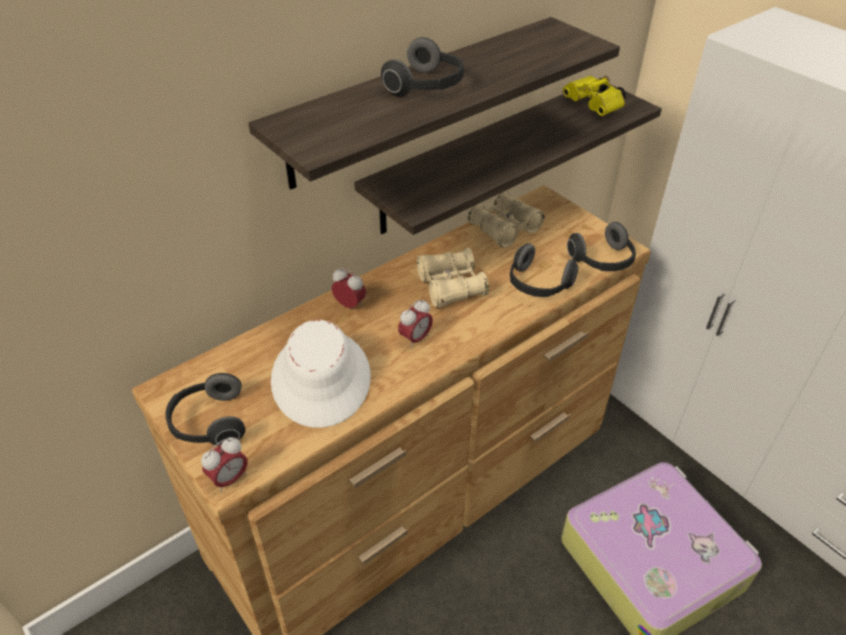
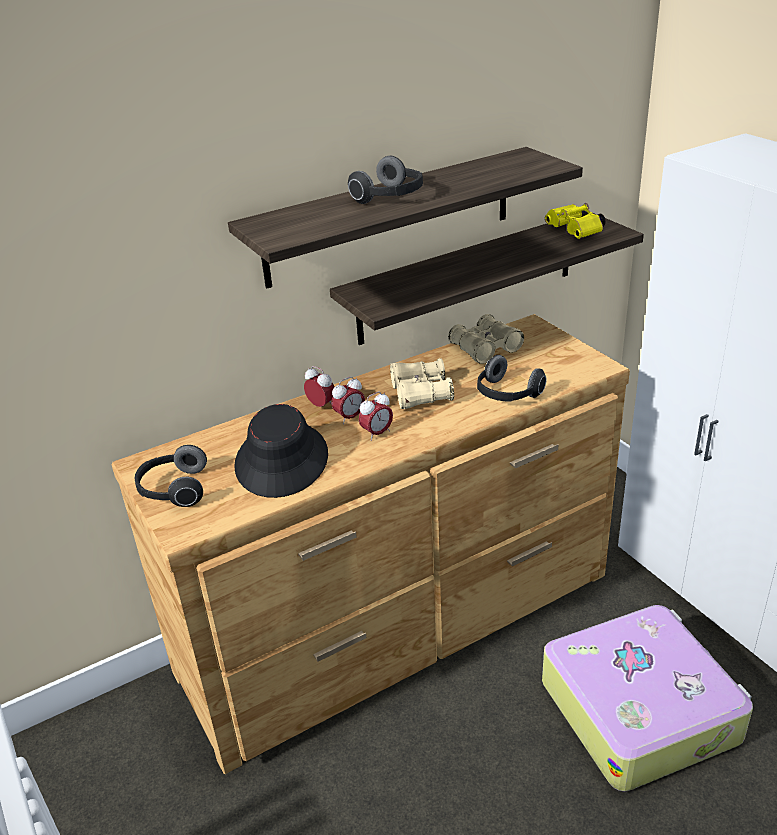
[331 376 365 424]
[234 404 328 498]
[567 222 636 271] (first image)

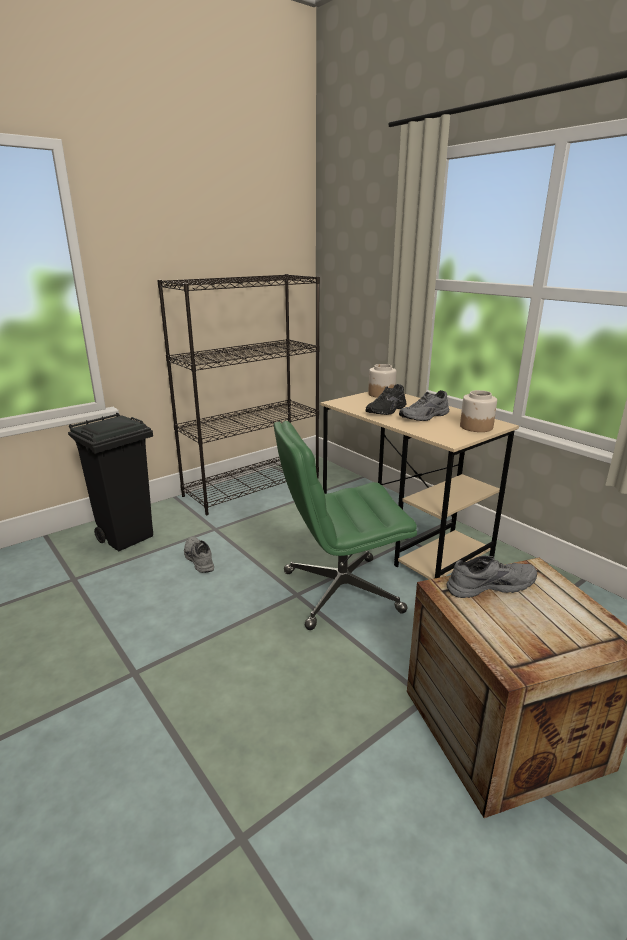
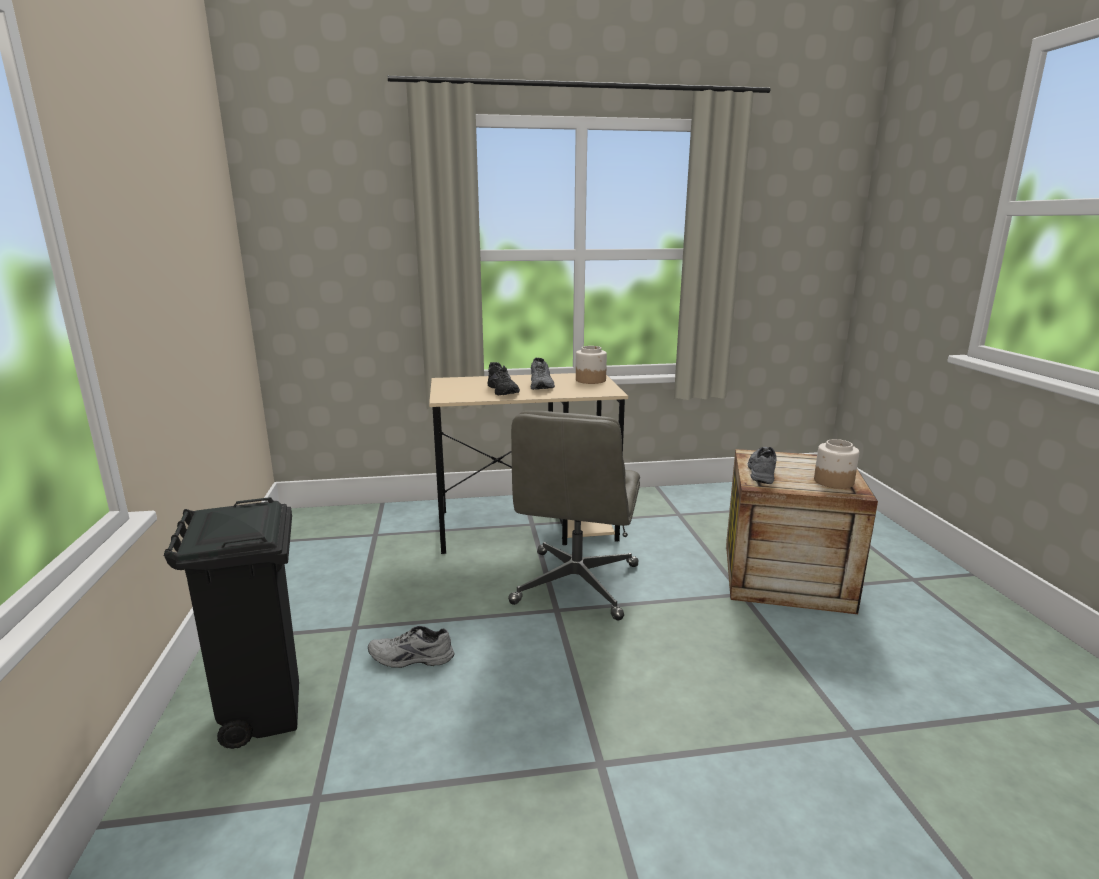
[157 274 320 516] (first image)
[508 411 640 621]
[814 439 859 489]

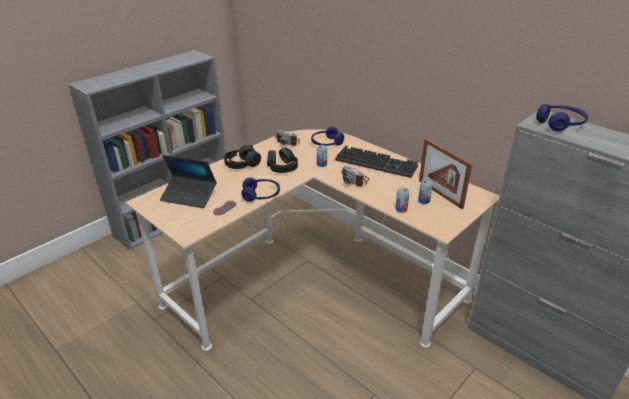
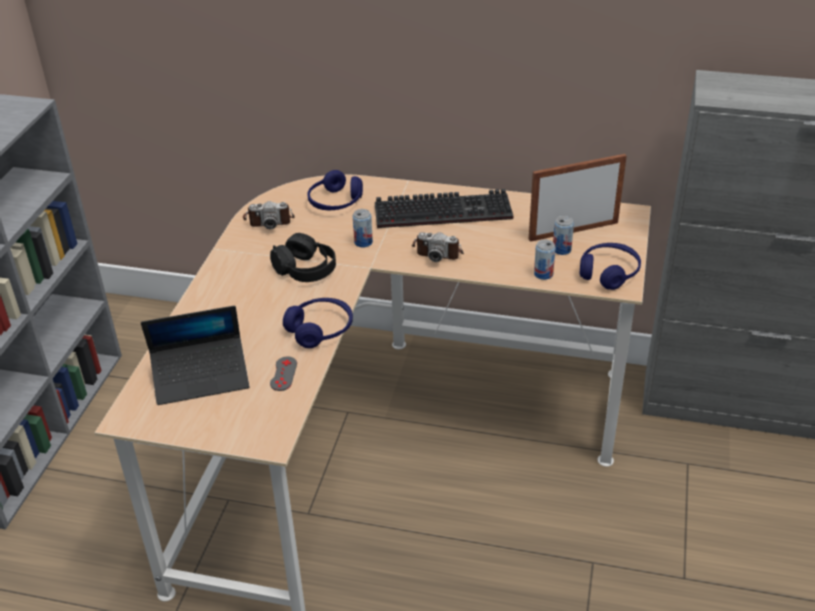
[224 145 261 169] (first image)
[529 154 627 242]
[580 243 641 290]

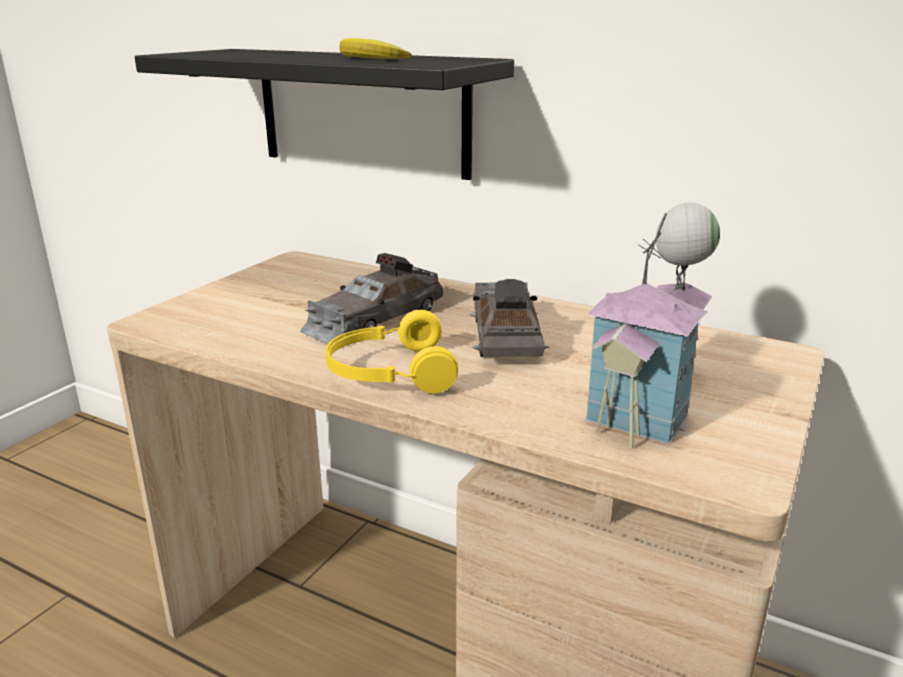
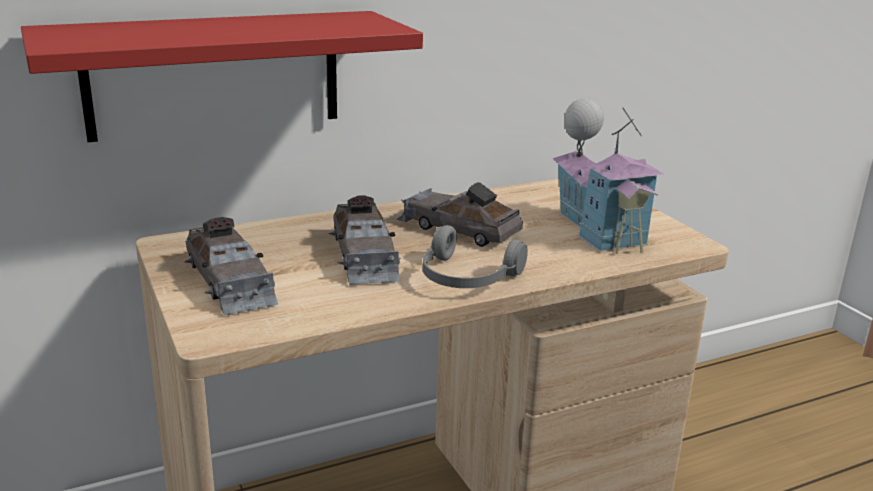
[21 11 423 142]
[423 225 528 288]
[340 38 412 59] (first image)
[184 217 278 315]

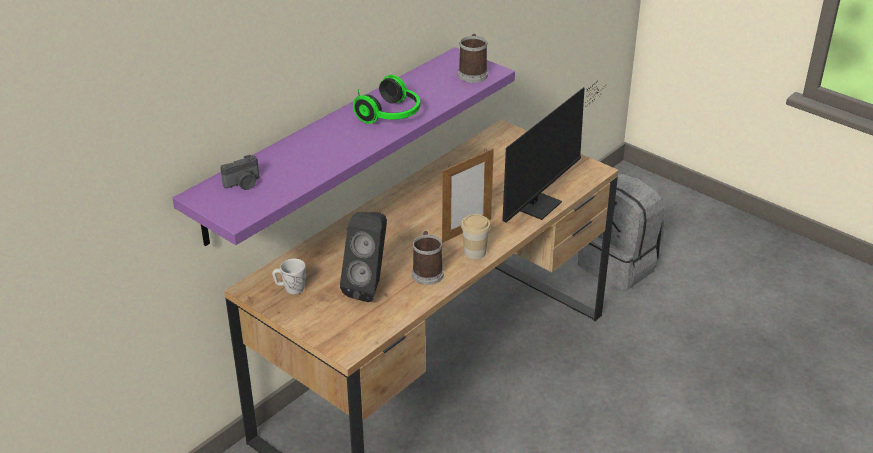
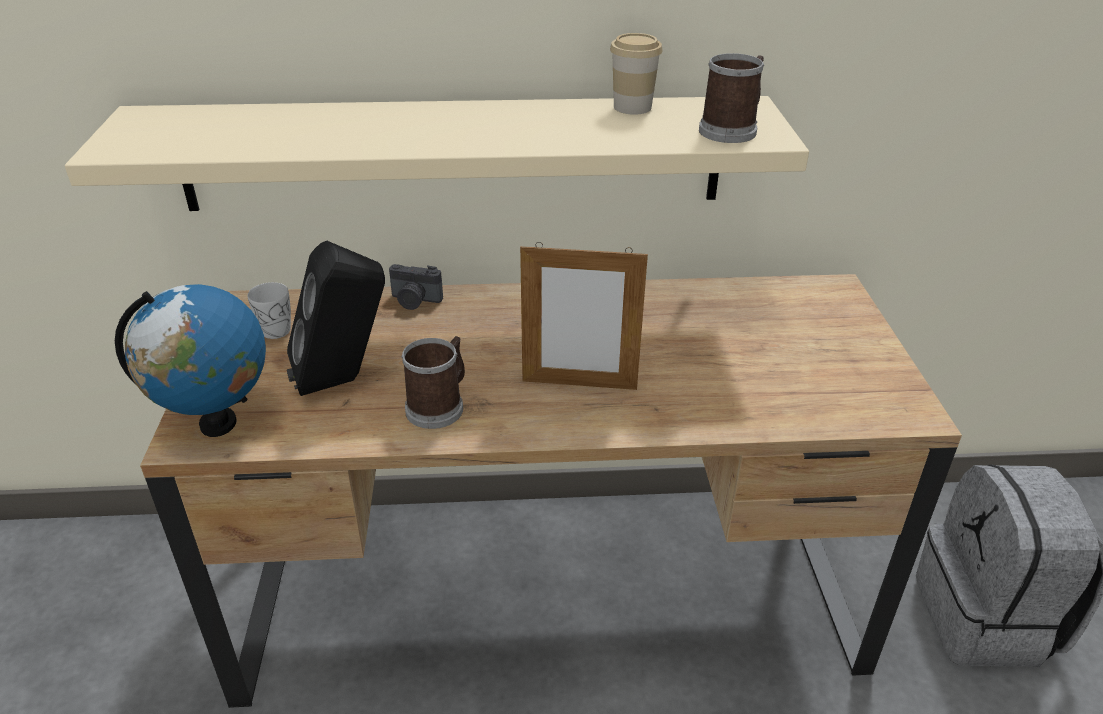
[65 96 809 211]
[389 264 443 310]
[353 75 420 124] (first image)
[610 33 662 115]
[502 81 602 223] (first image)
[115 284 266 437]

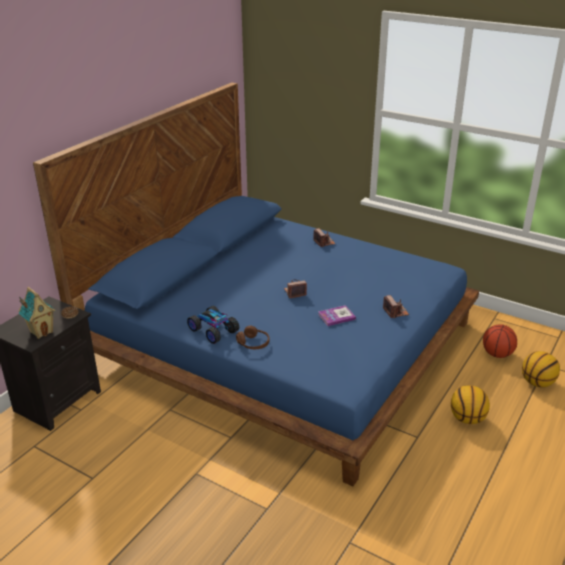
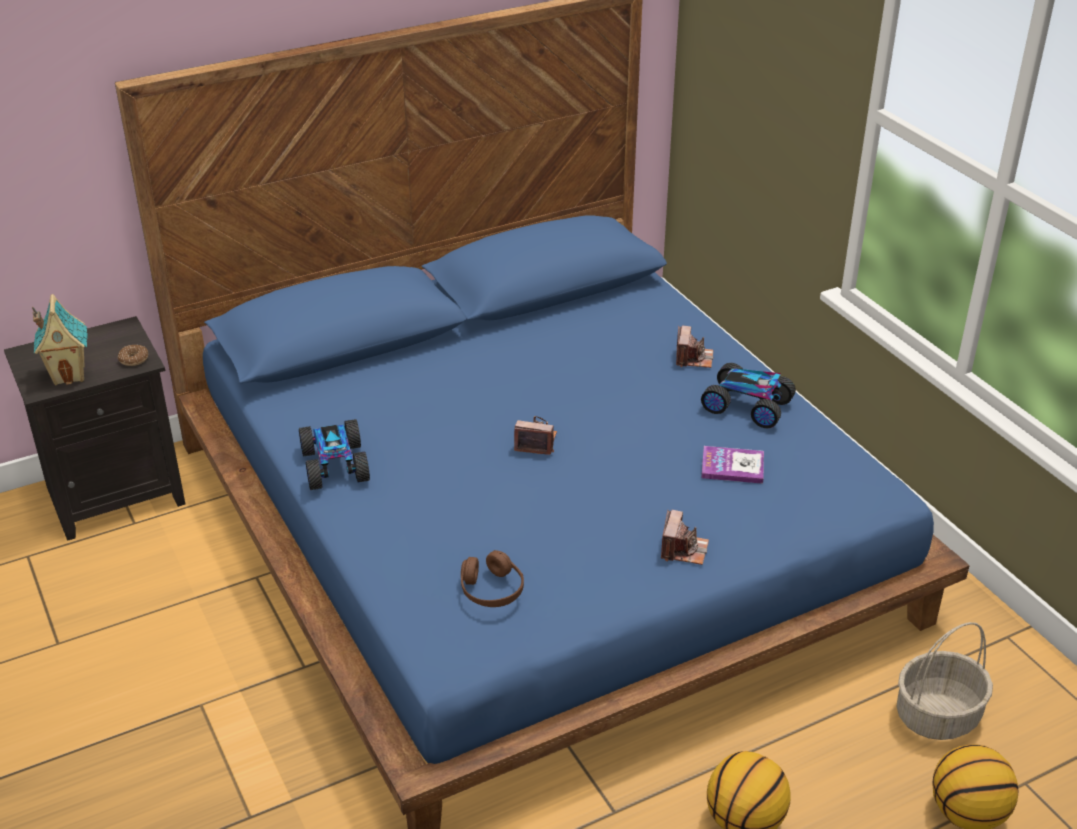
[461 550 524 607]
[701 446 764 484]
[897 622 993 740]
[701 363 796 428]

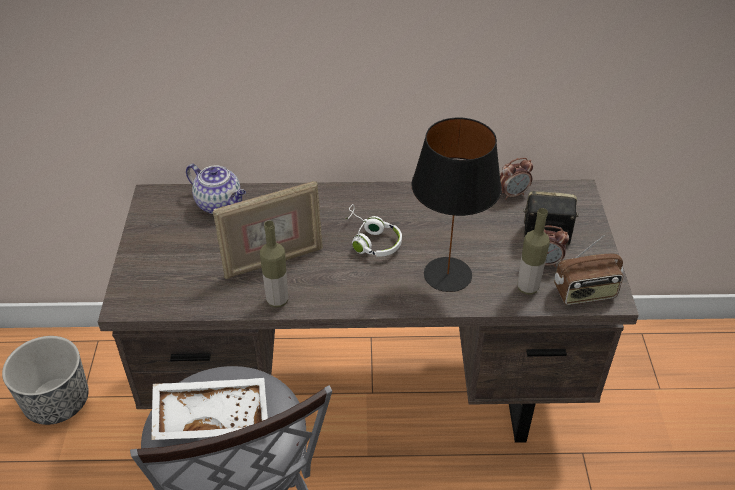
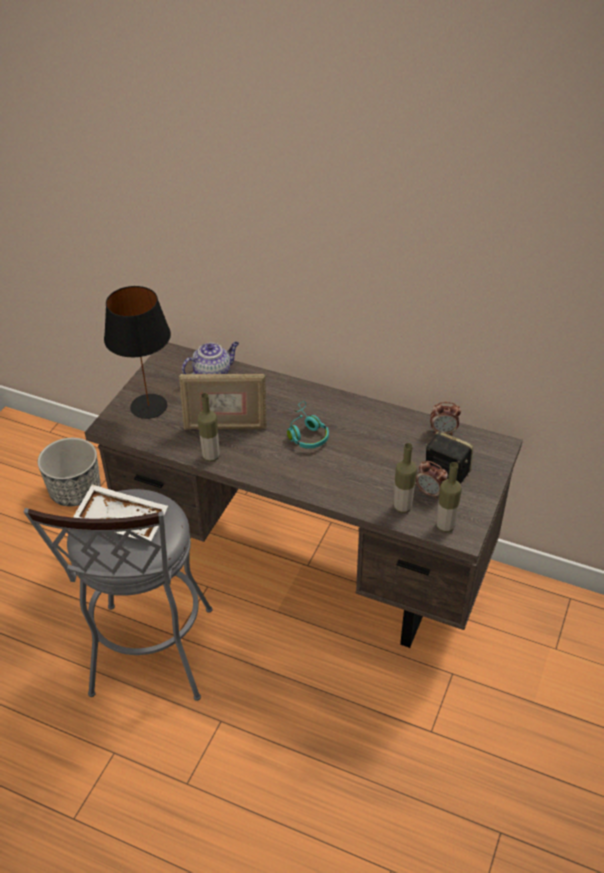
[182 342 239 374]
[287 401 329 449]
[104 286 171 419]
[436 462 462 532]

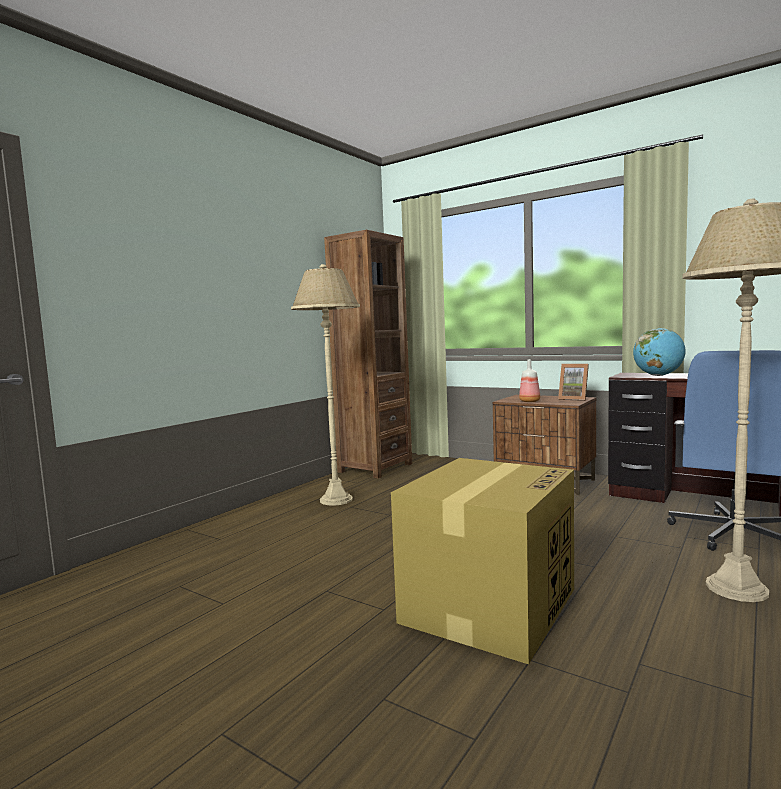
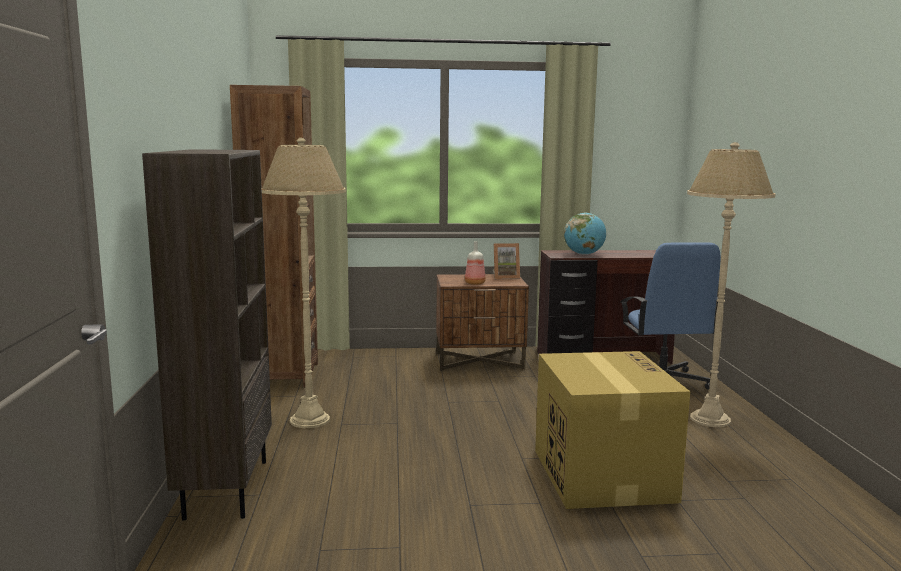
[142 149 272 521]

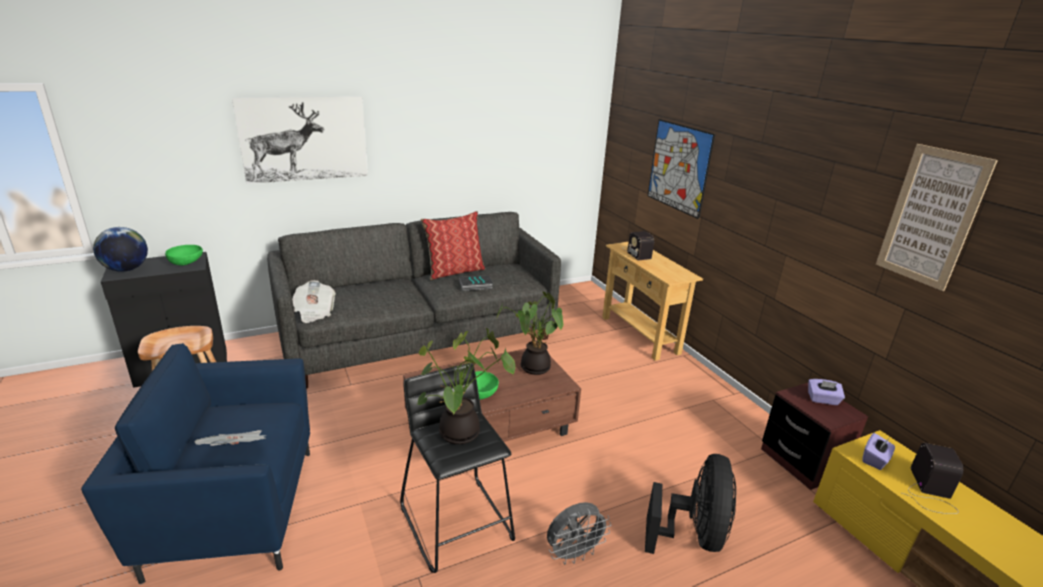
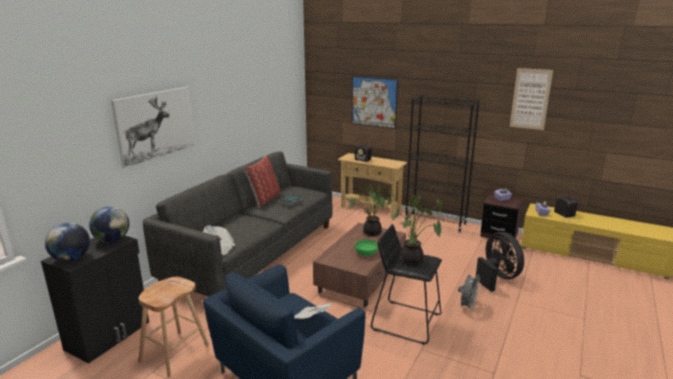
[89 206 129 243]
[405 95 480 232]

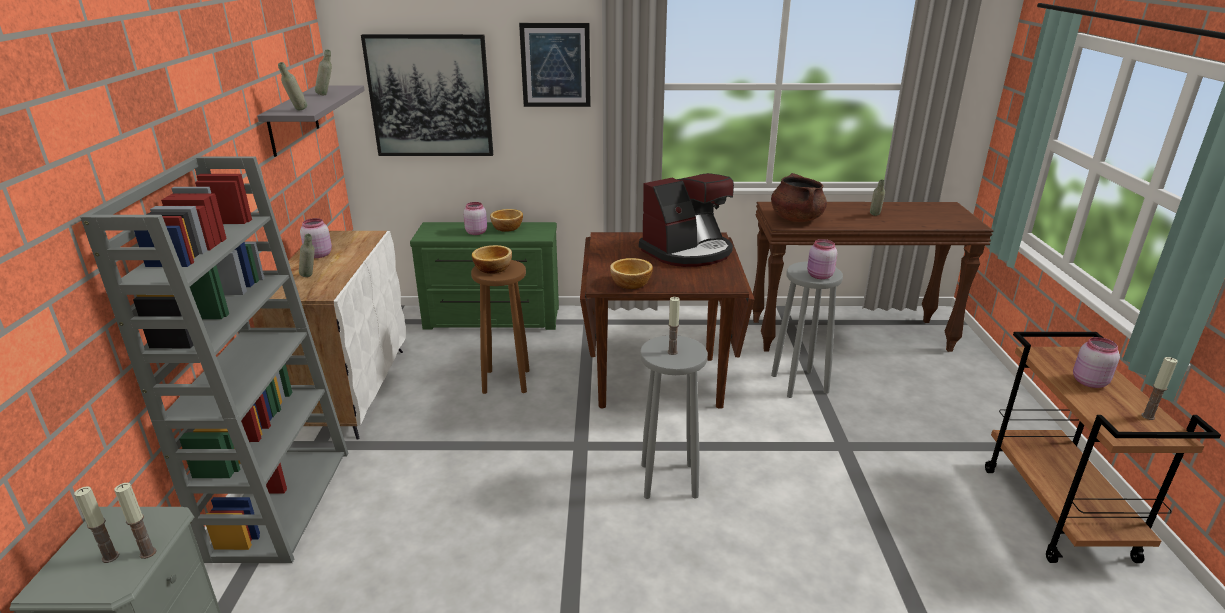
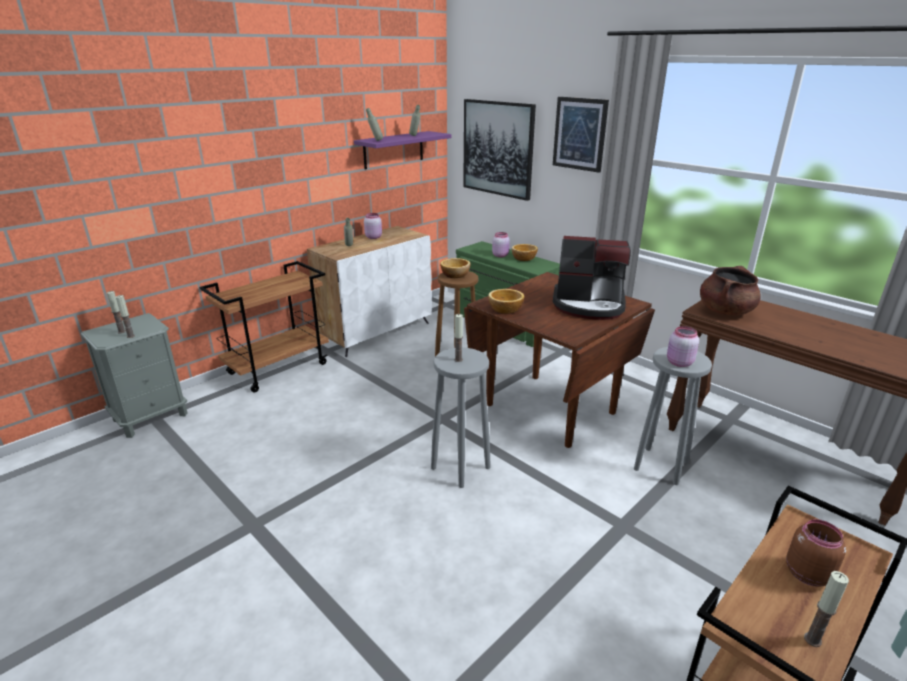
[199 261 329 393]
[354 131 452 169]
[870 179 885 216] (first image)
[786 519 846 587]

